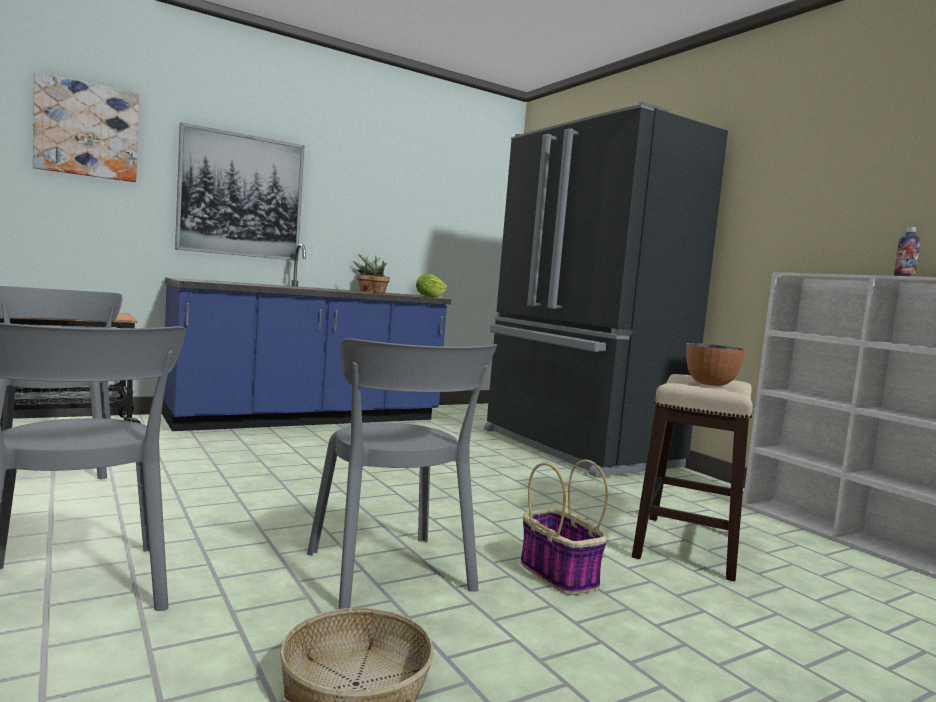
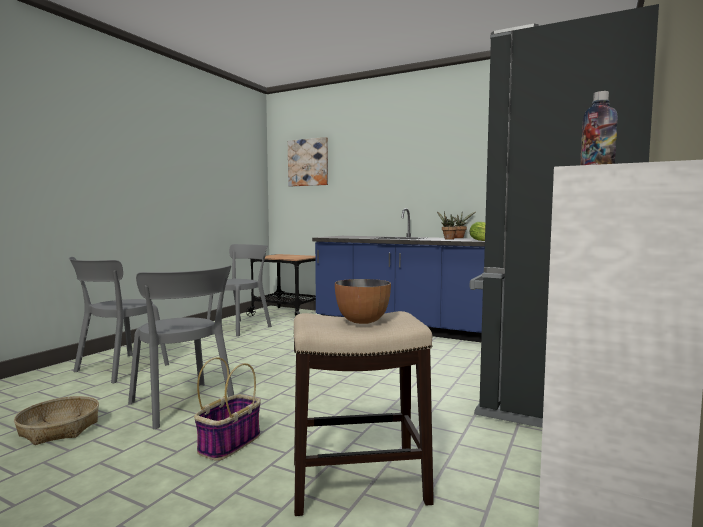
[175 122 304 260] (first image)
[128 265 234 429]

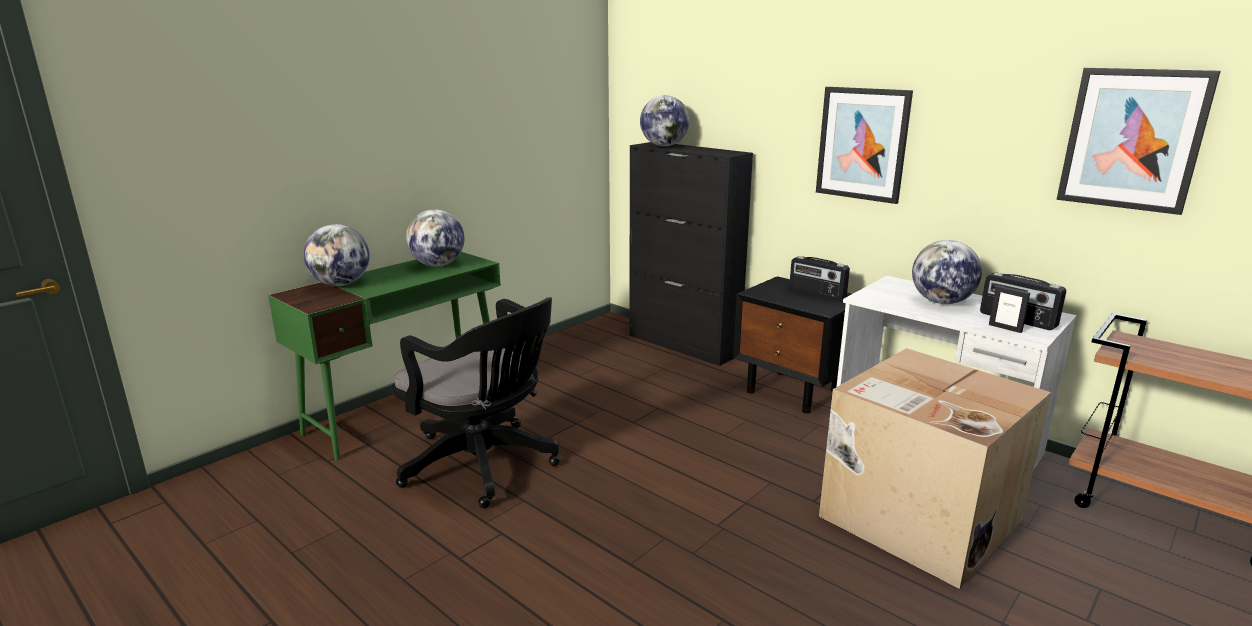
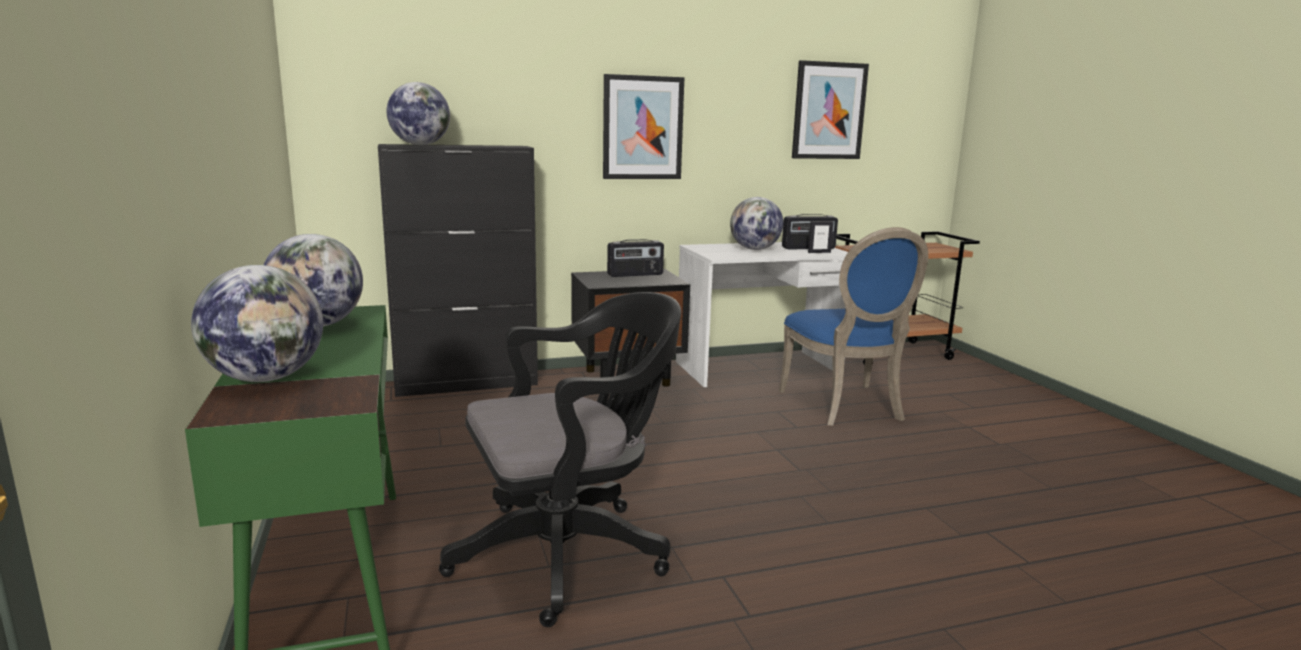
[779 227 928 426]

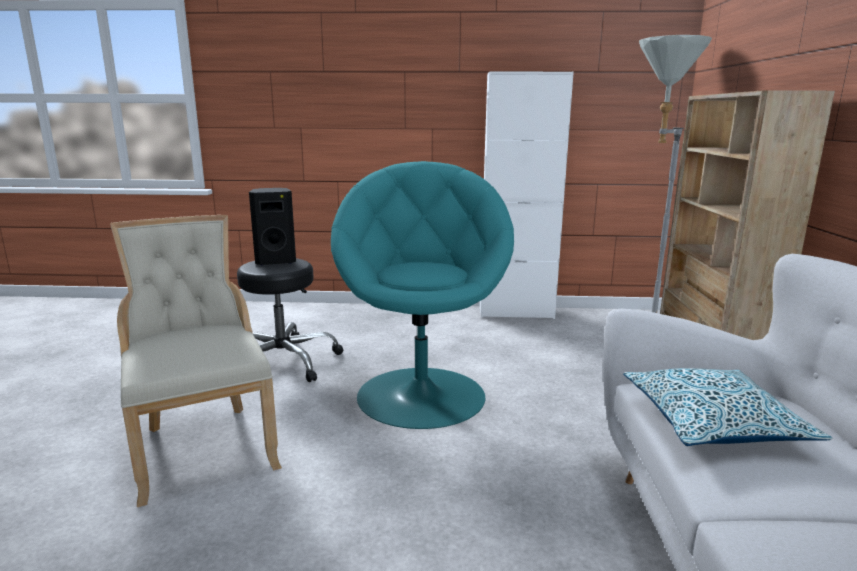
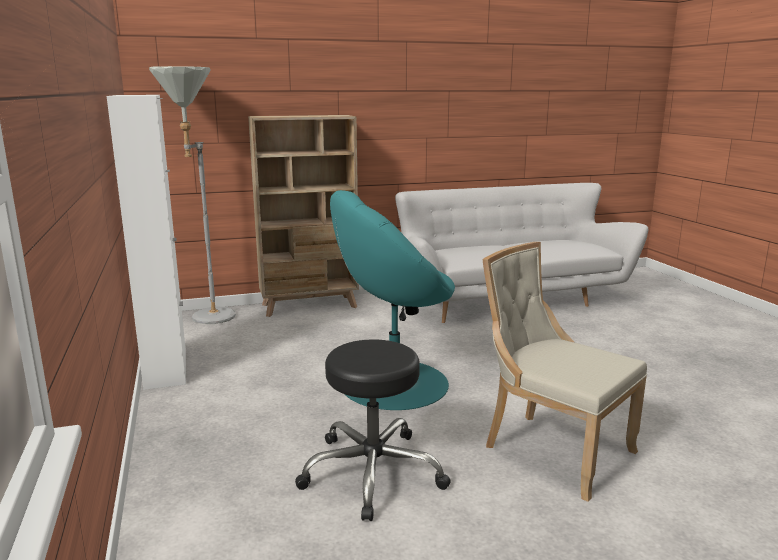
[482 242 647 502]
[249 188 296 265] (first image)
[623 368 832 446] (first image)

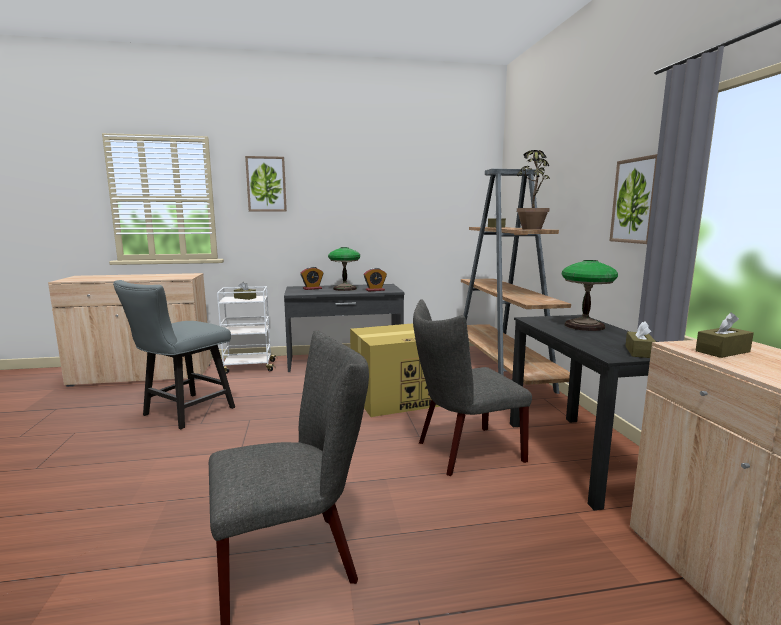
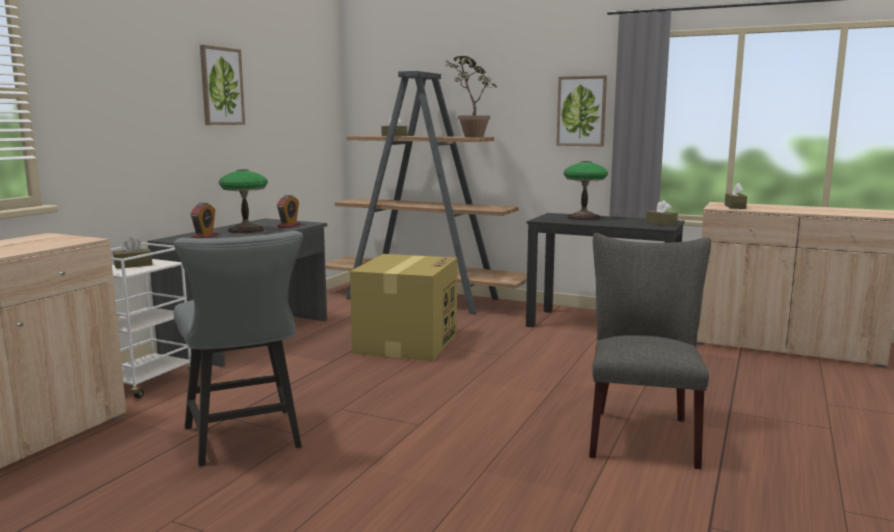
[200 45 245 125]
[413 300 532 476] (first image)

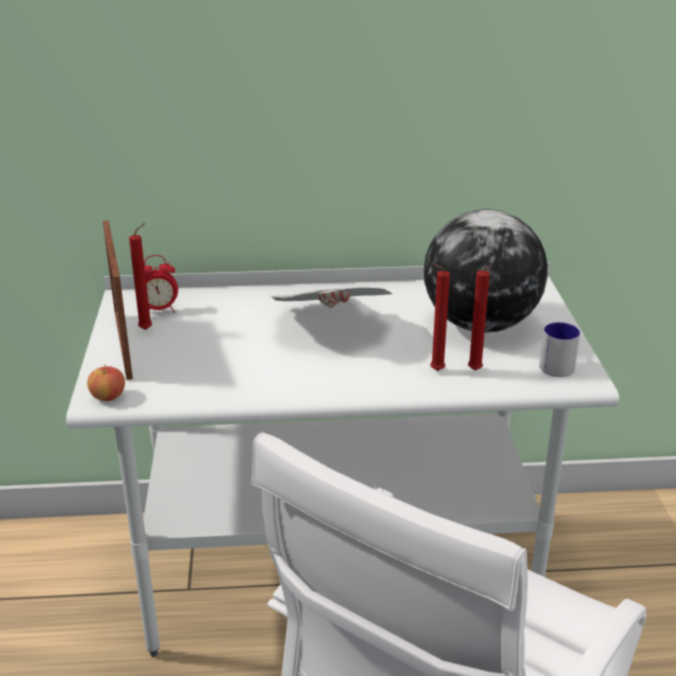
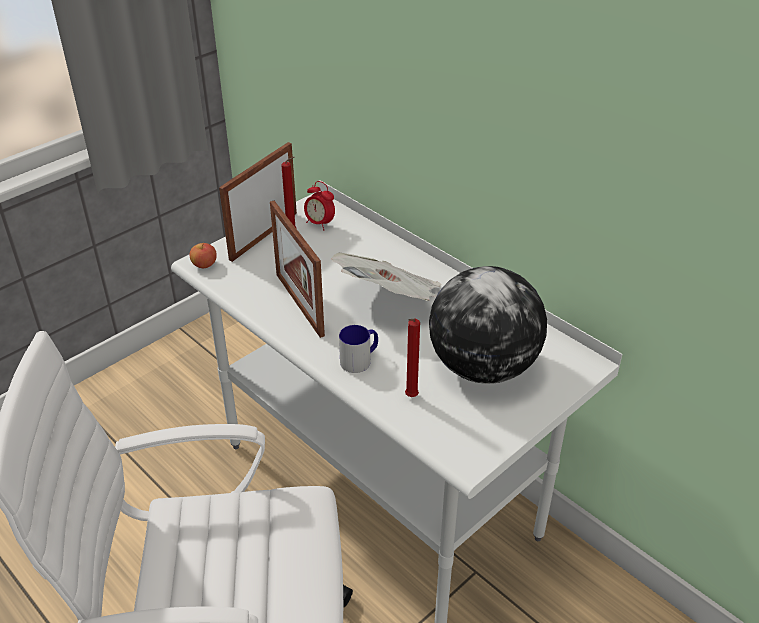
[430 263 450 371] (first image)
[339 325 378 373]
[270 201 325 338]

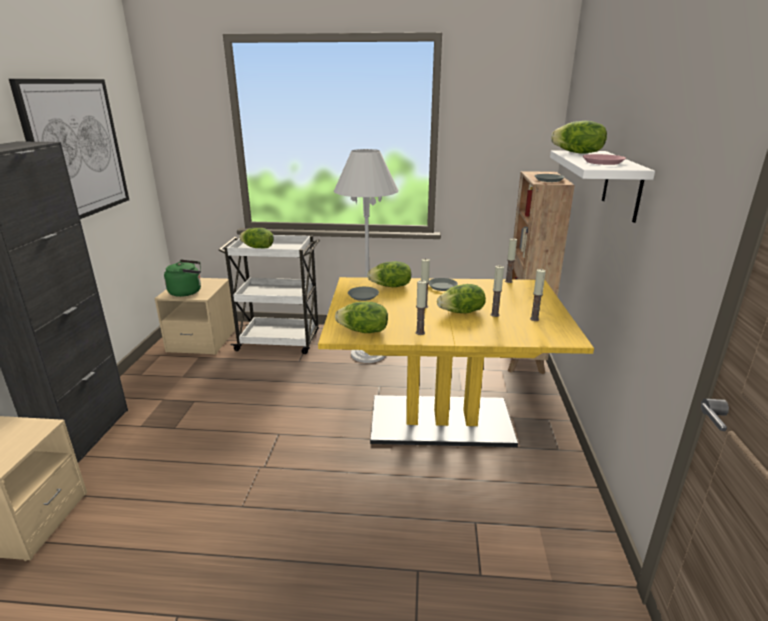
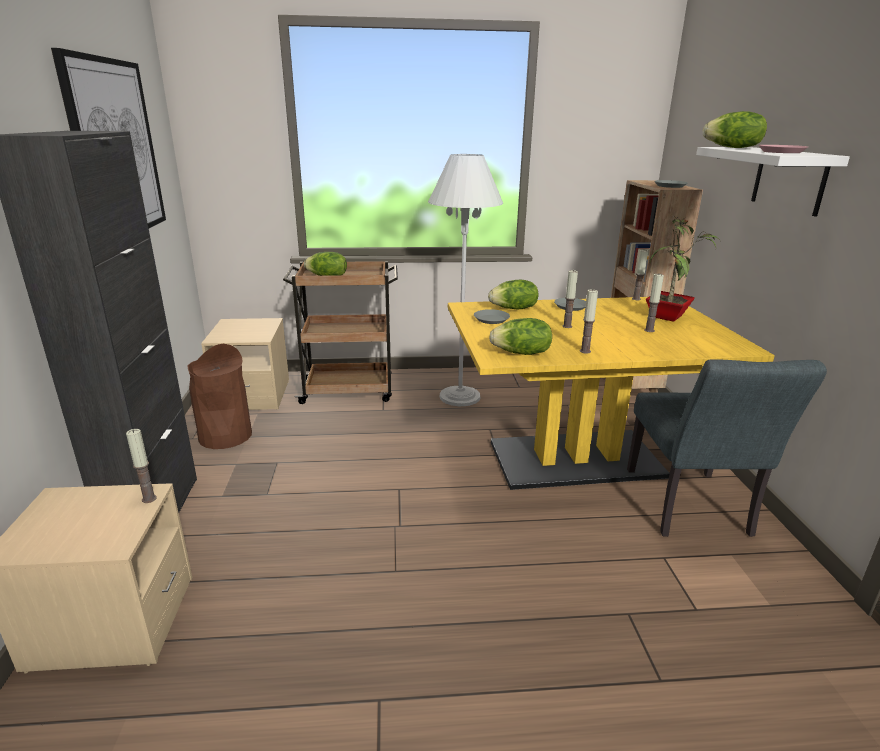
[164 260 201 297] (first image)
[283 261 398 404]
[437 284 486 313] (first image)
[126 429 157 503]
[188 344 252 449]
[627 359 827 537]
[646 216 720 322]

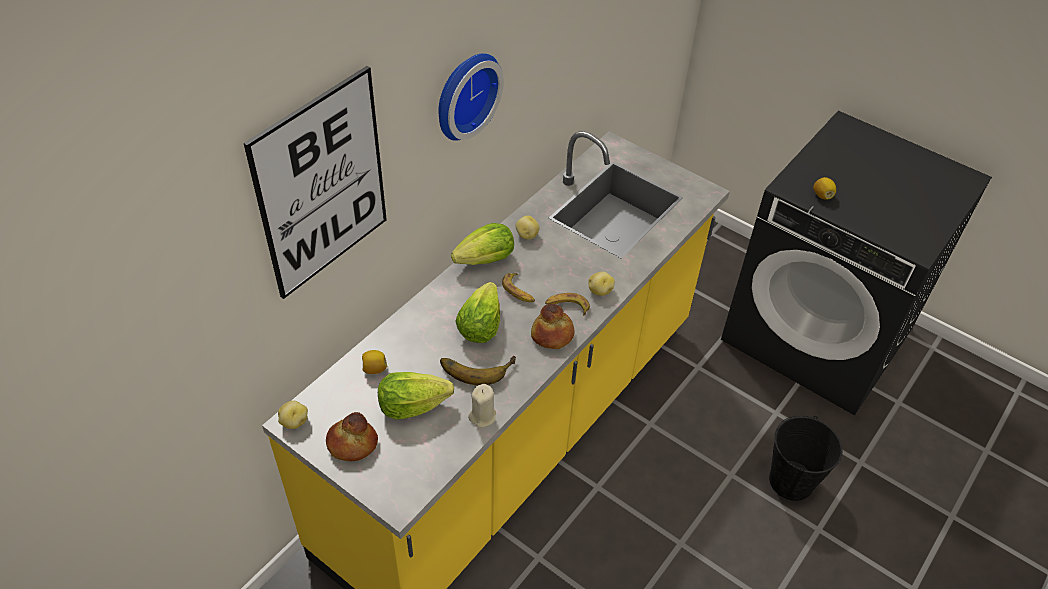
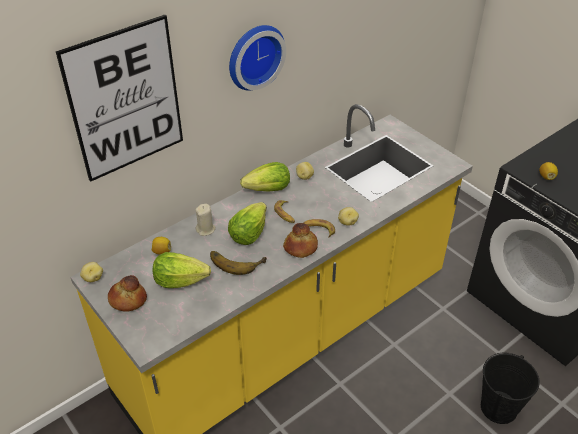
[195 204 216 236]

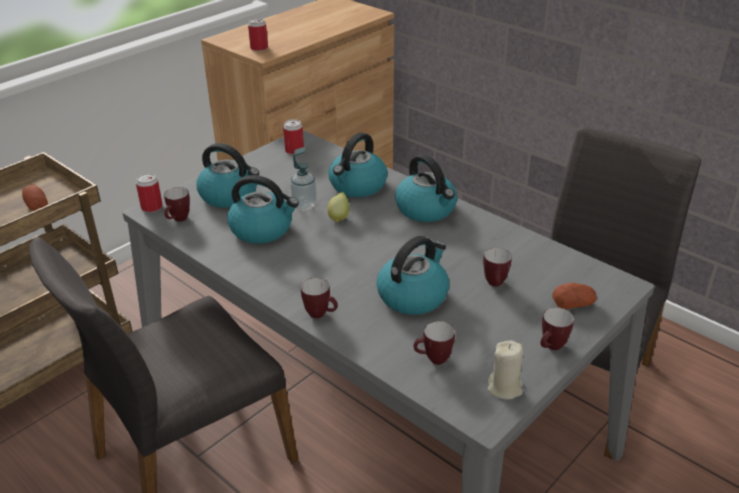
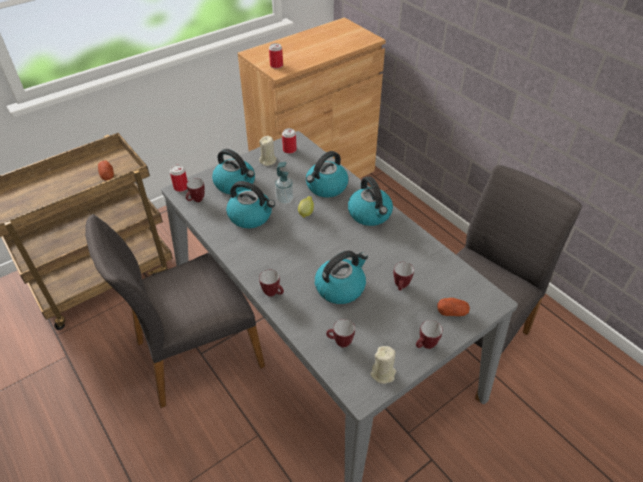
[259 136 277 166]

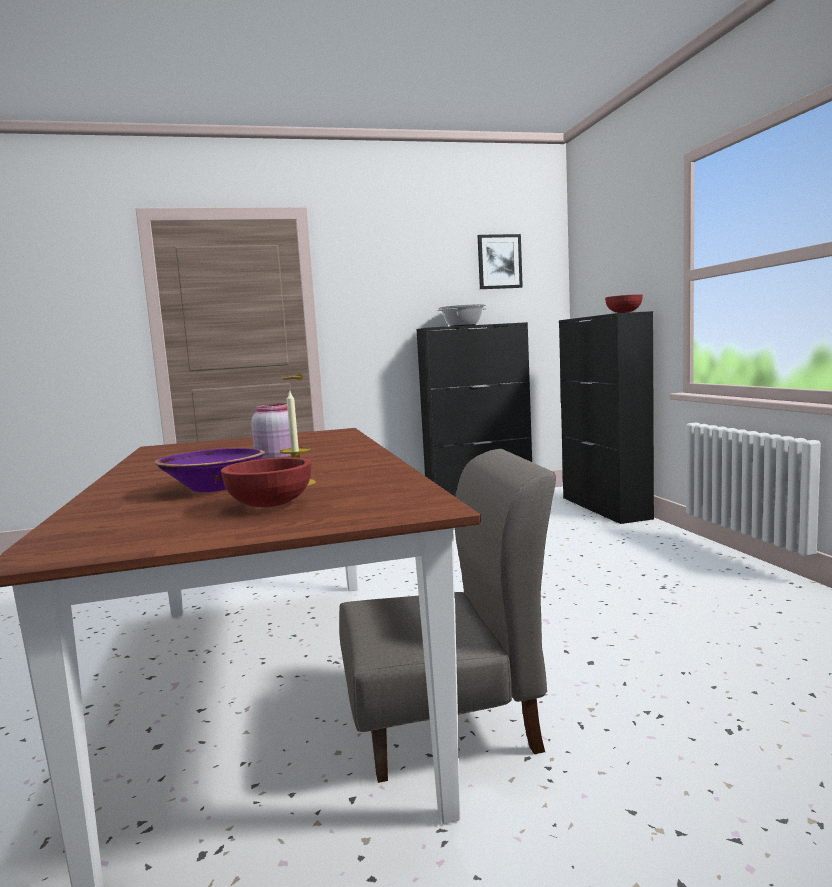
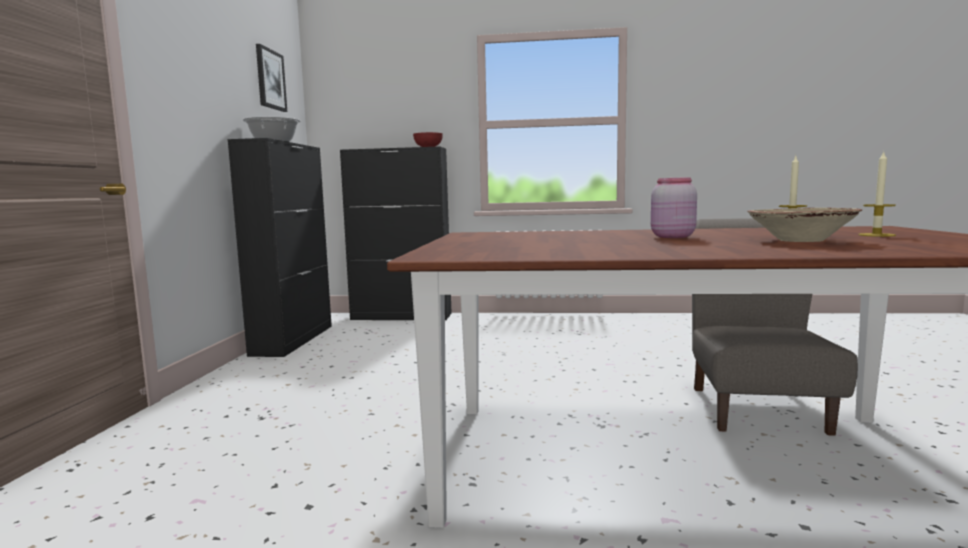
[747 208 862 242]
[858 151 896 237]

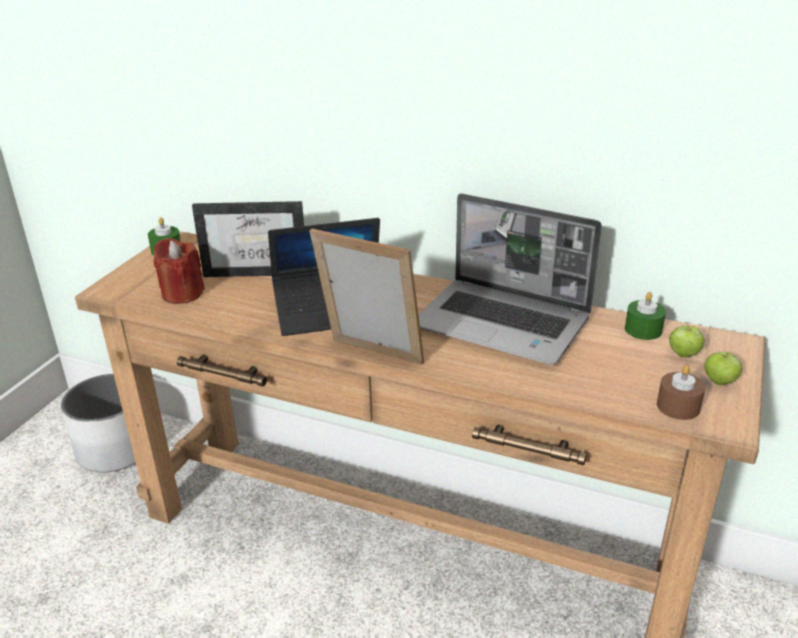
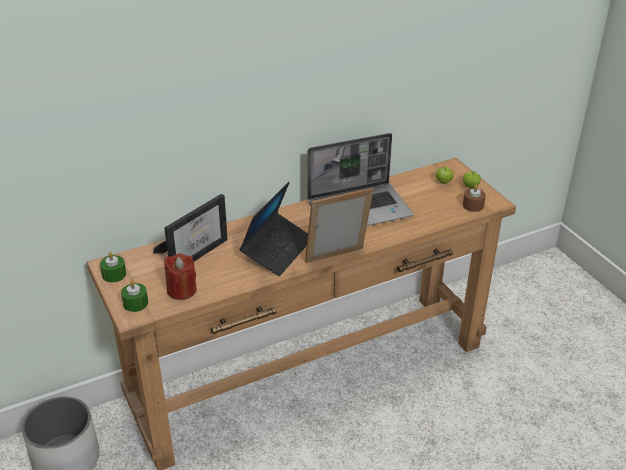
[121 280 148 312]

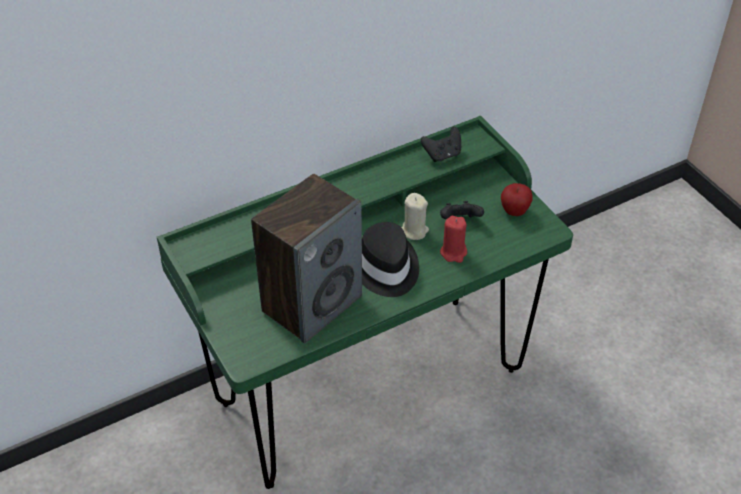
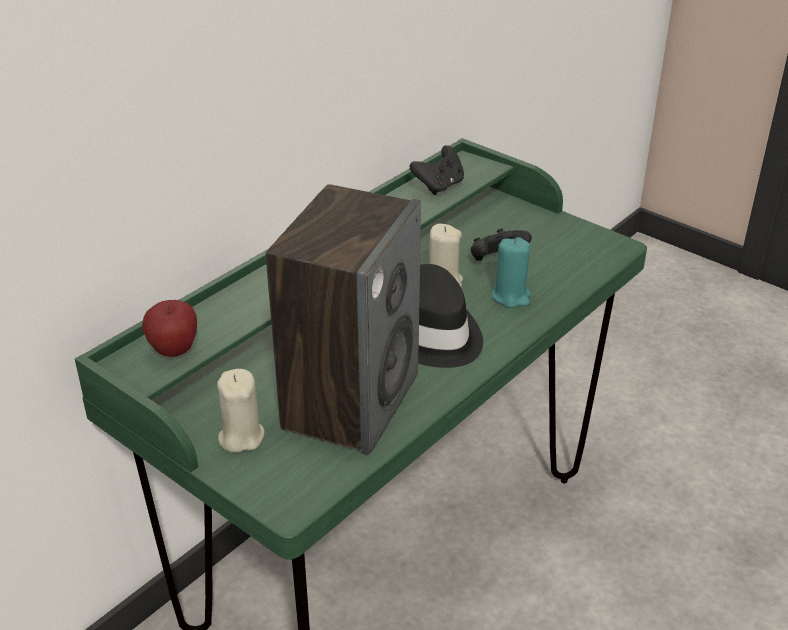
[492 237 530 308]
[142 300 197 357]
[217 369 265 453]

